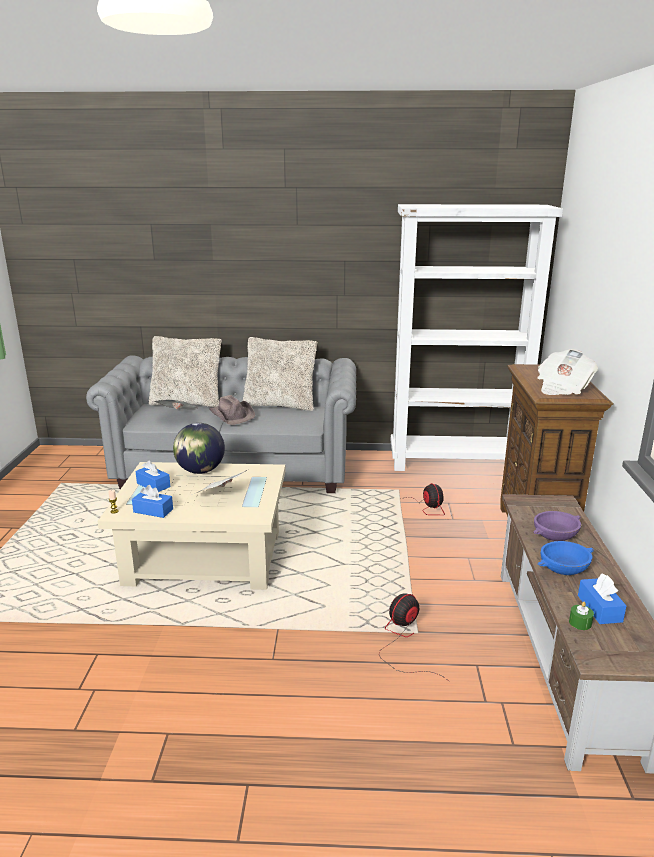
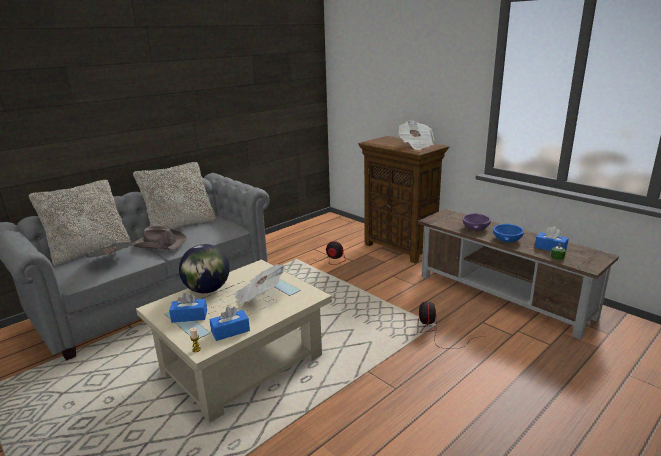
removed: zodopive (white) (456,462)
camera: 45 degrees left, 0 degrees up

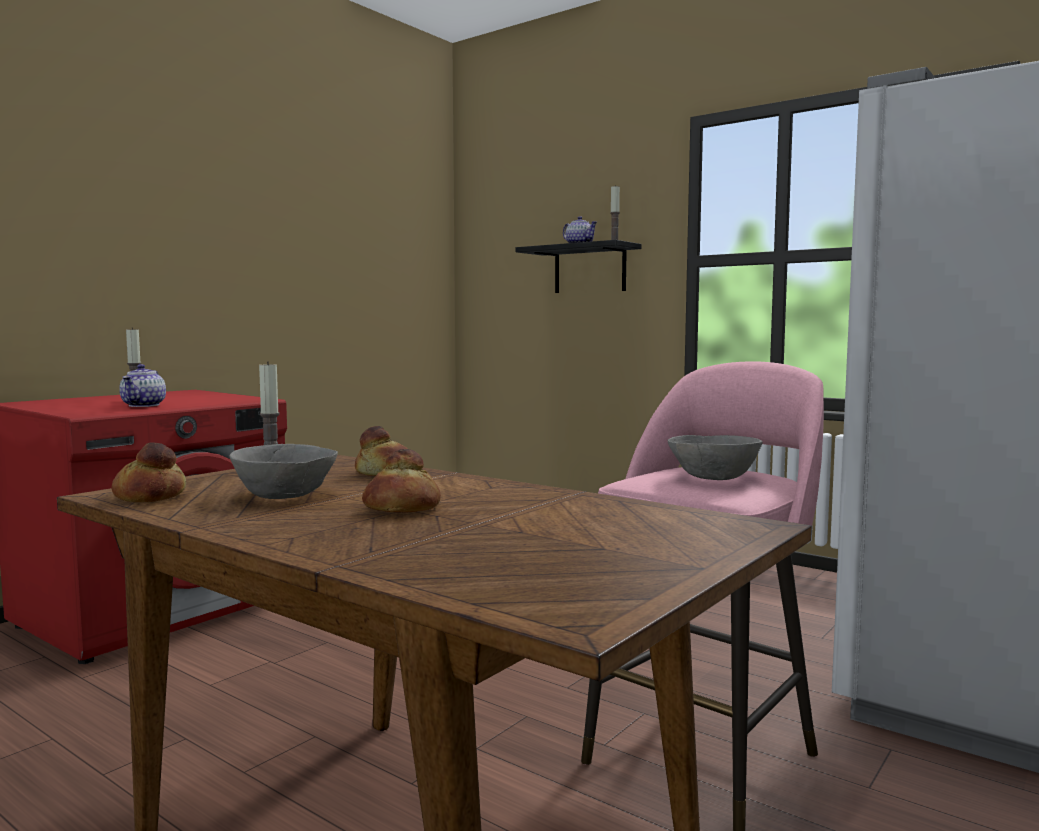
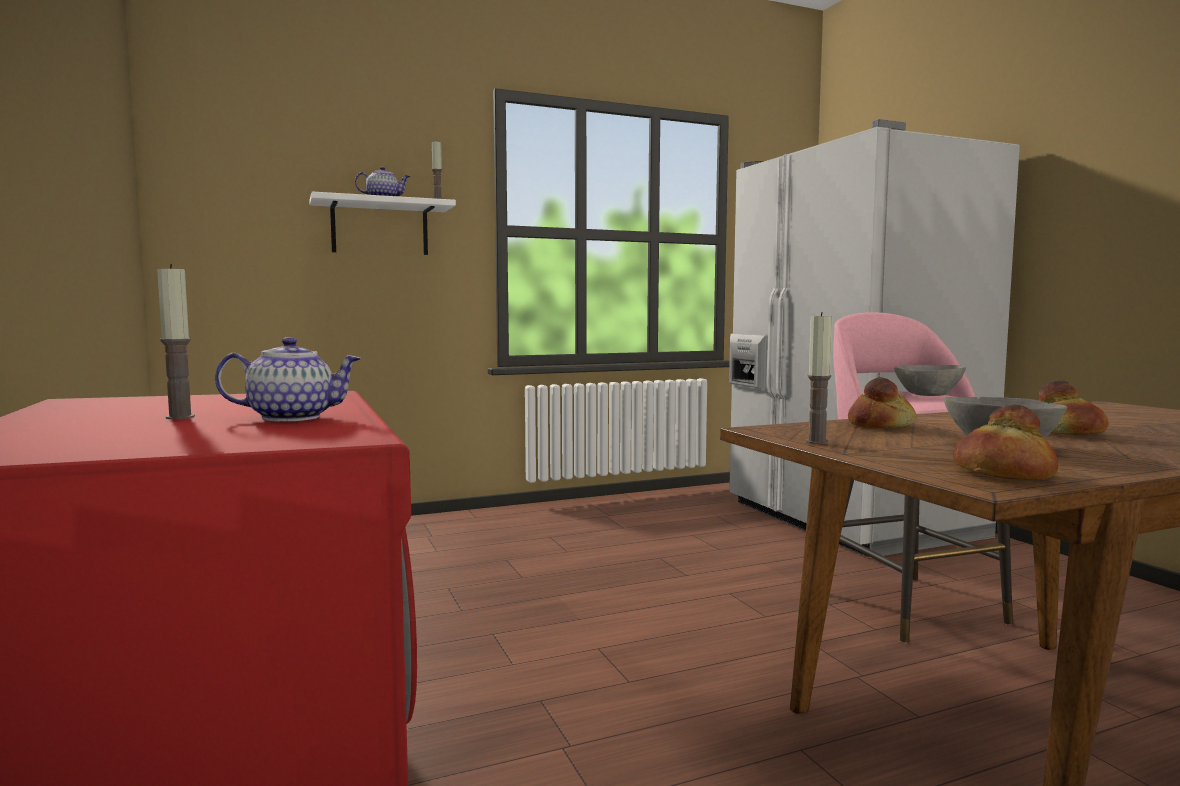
recoloured: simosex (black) (590,269) to simosex (white) (380,228)
turned: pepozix (144,405) = (293,417) 45 degrees counterclockwise
camera: 60 degrees left, 0 degrees up

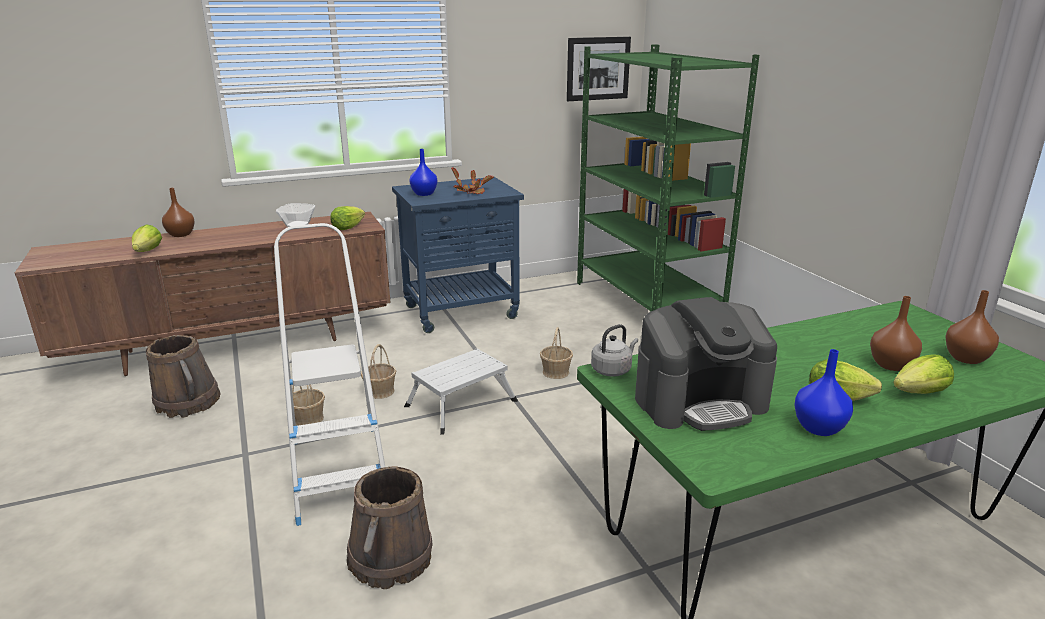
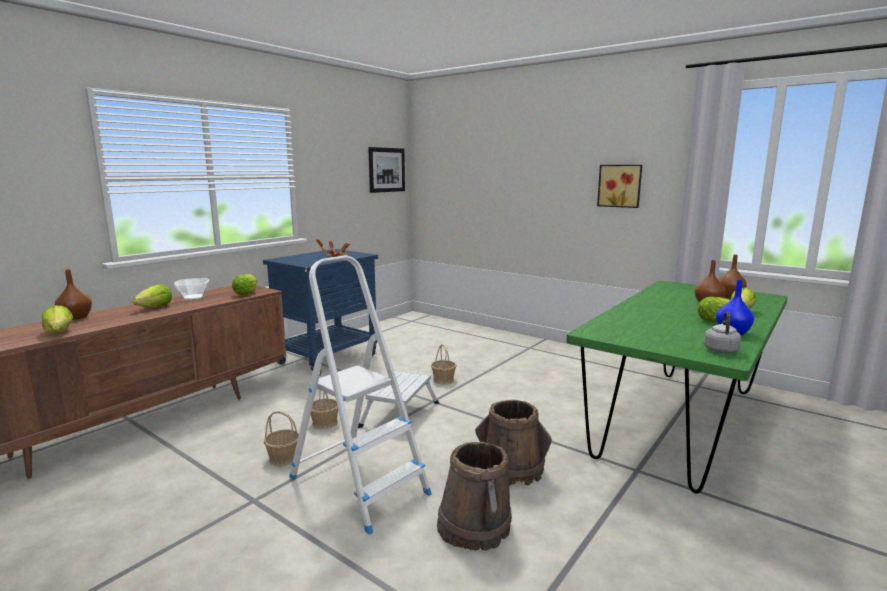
removed: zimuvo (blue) (424,194); zodopive (green) (646,303); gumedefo (700,401)
added: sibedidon (156,307); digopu (620,186)
moved: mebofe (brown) (187,402) to (512,469); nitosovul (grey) (612,370) to (720,350)
camera: 30 degrees left, 10 degrees down

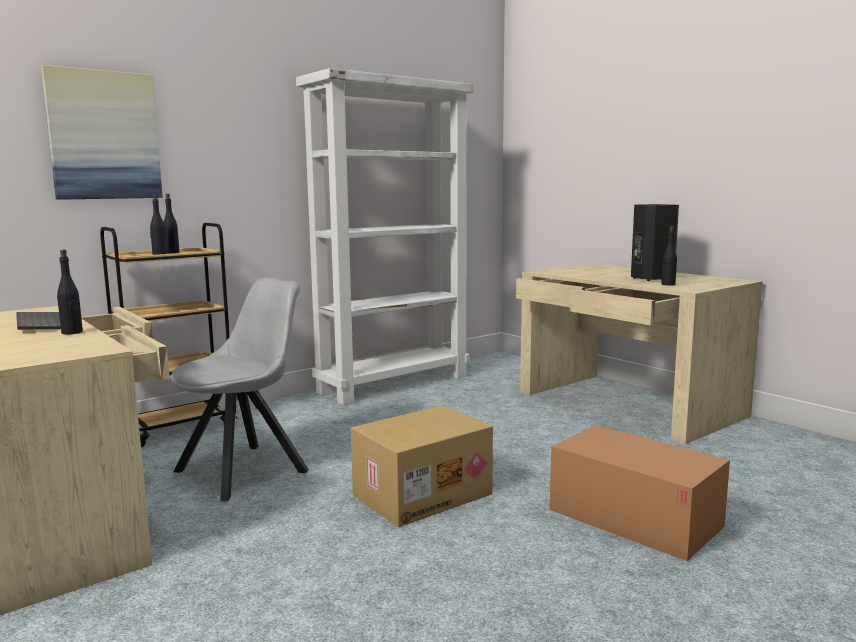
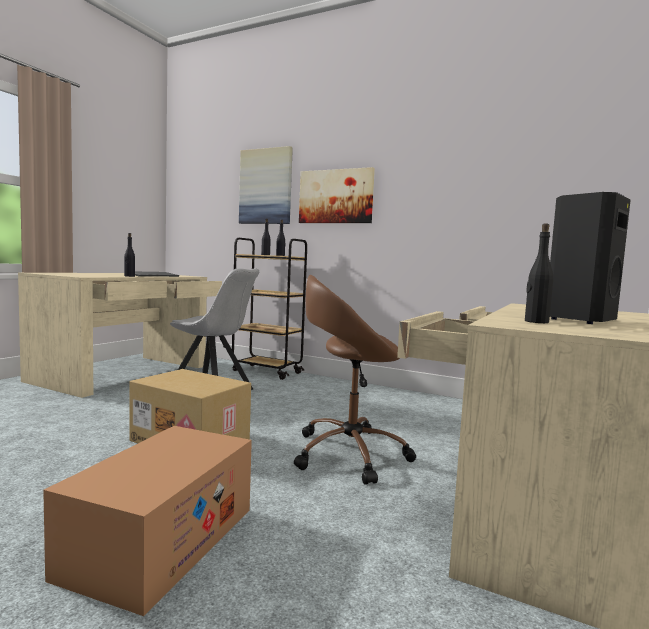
removed: zodopive (white) (394,384)
added: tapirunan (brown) (347,454); digopu (336,196)
camera: 65 degrees right, 5 degrees down

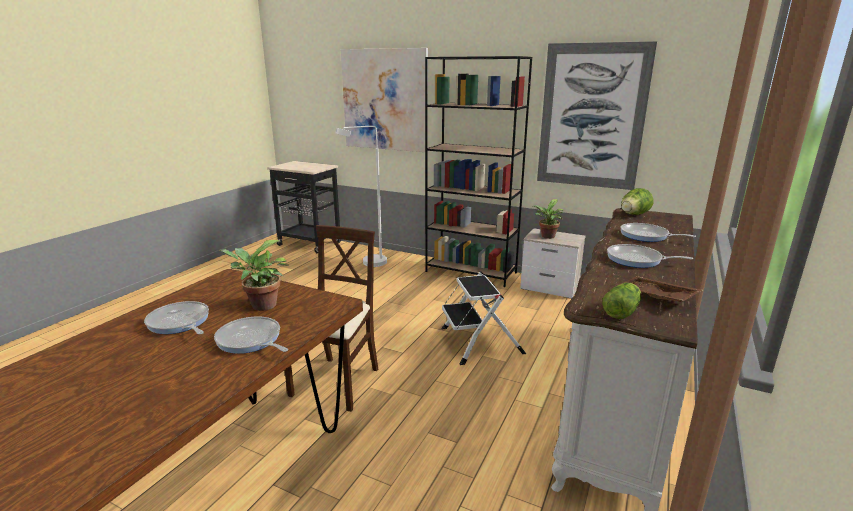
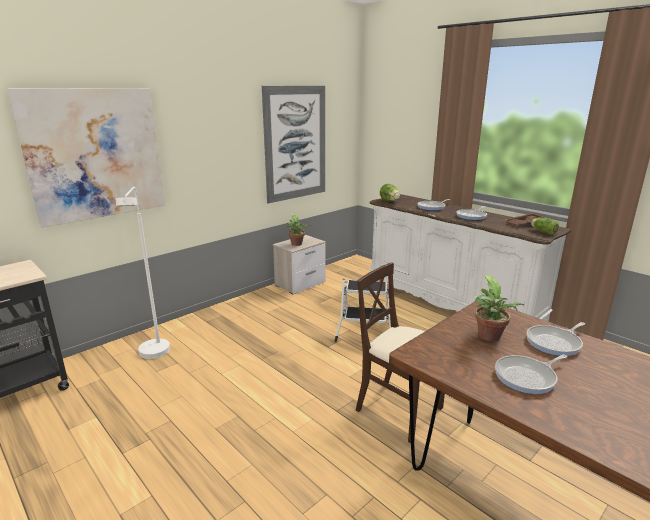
removed: zodopive (beige) (471,272)
camera: 70 degrees left, 0 degrees up

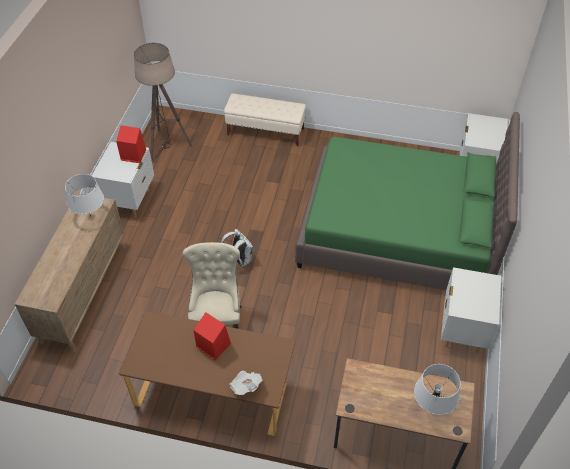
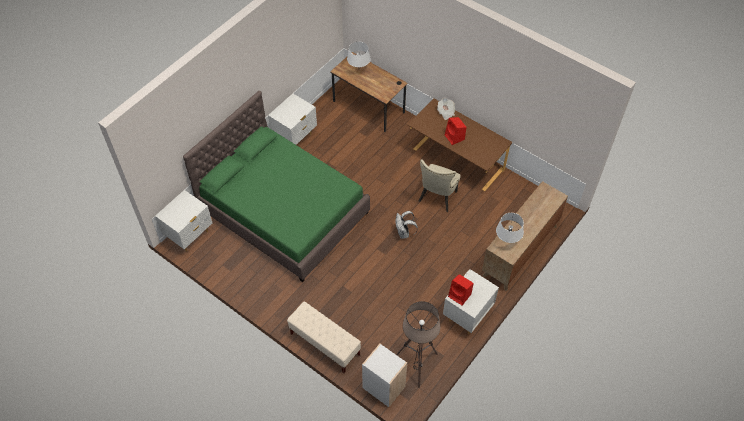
added: zodopive (white) (383,387)
camera: 155 degrees left, 5 degrees up

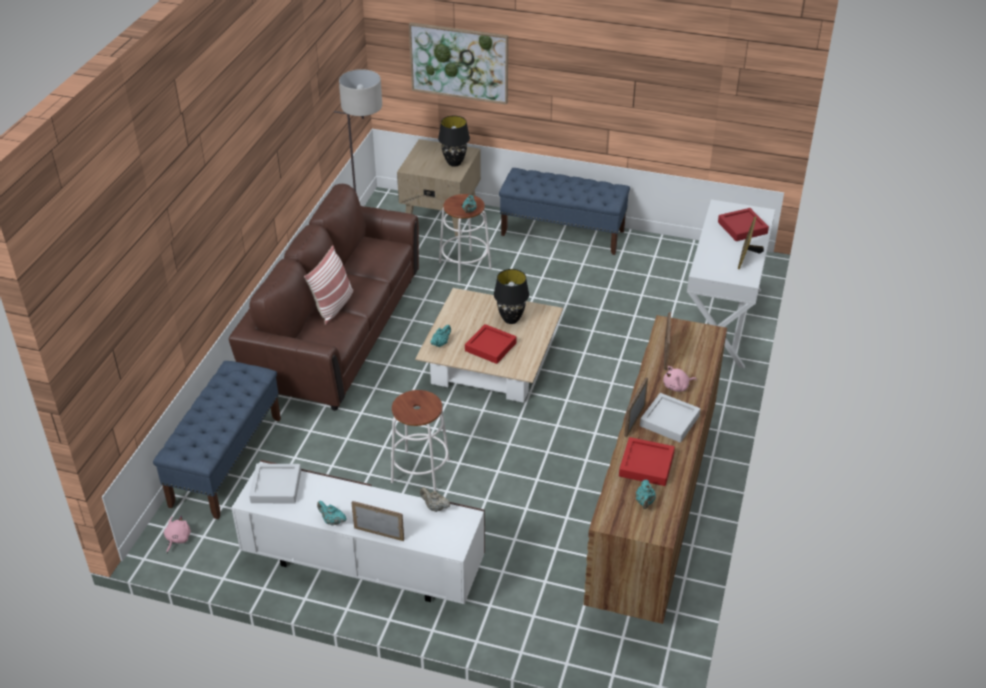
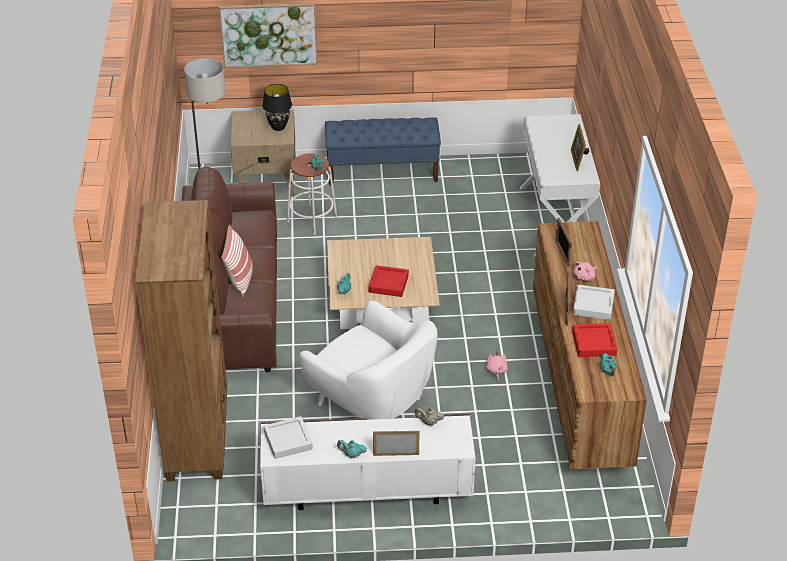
removed: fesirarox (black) (511,319); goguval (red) (742,228)
moved: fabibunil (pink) (177,539) to (496,371)
replaced: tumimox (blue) (226,461) to zodopive (brown) (198,438); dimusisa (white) (420,471) to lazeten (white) (372,403)
camera: 20 degrees left, 0 degrees up

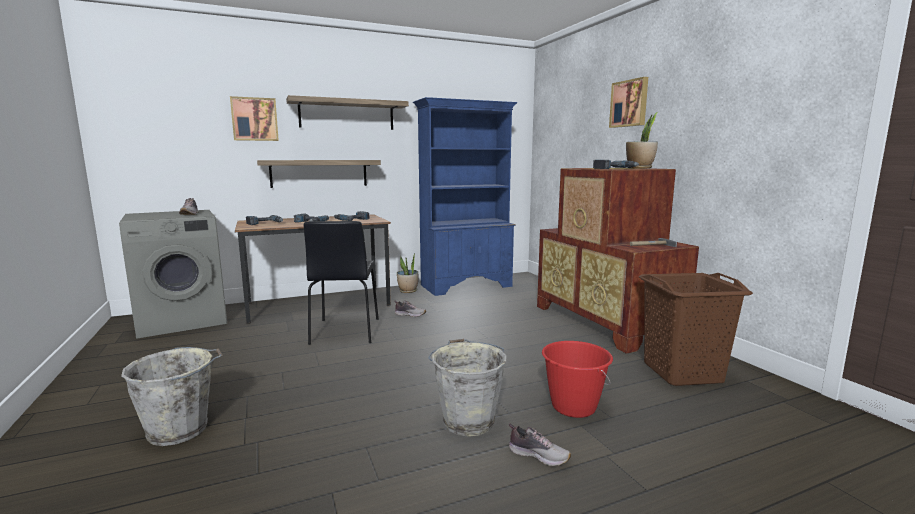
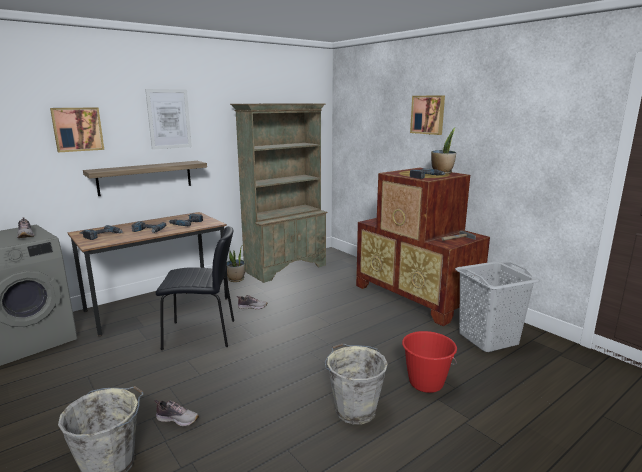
moved: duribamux (538,455) to (177,419)
replaced: simosex (347,115) to digopu (169,119)
recoloured: zodopive (blue) (466,285) to zodopive (green) (285,268); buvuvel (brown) (683,373) to buvuvel (grey) (488,339)
turned: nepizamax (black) (345,332) = (203,334) 75 degrees counterclockwise
camera: 15 degrees left, 5 degrees up

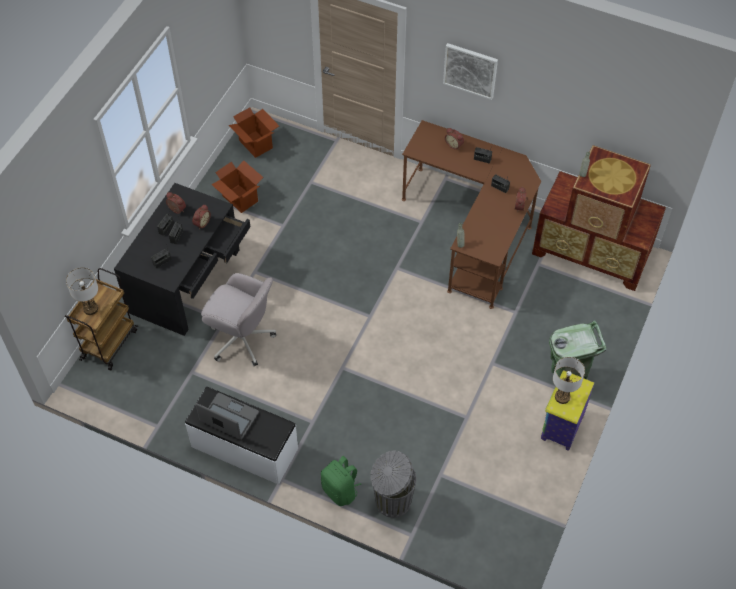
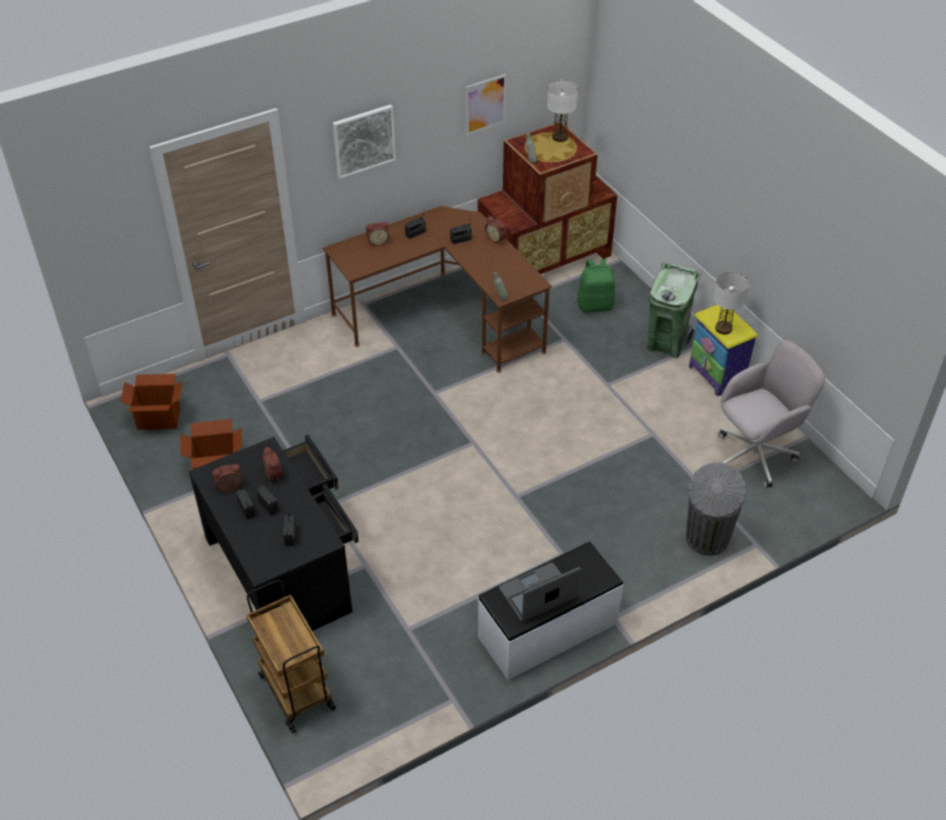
added: digopu (485,104)
moved: fesirarox (90,309) to (560,137); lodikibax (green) (340,491) to (595,305); tapirunan (grey) (242,340) to (755,456)
camera: 55 degrees left, 10 degrees down

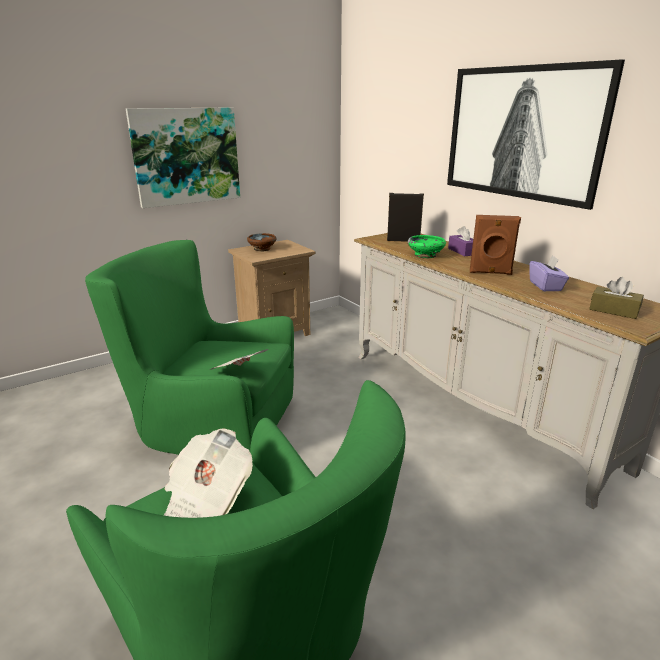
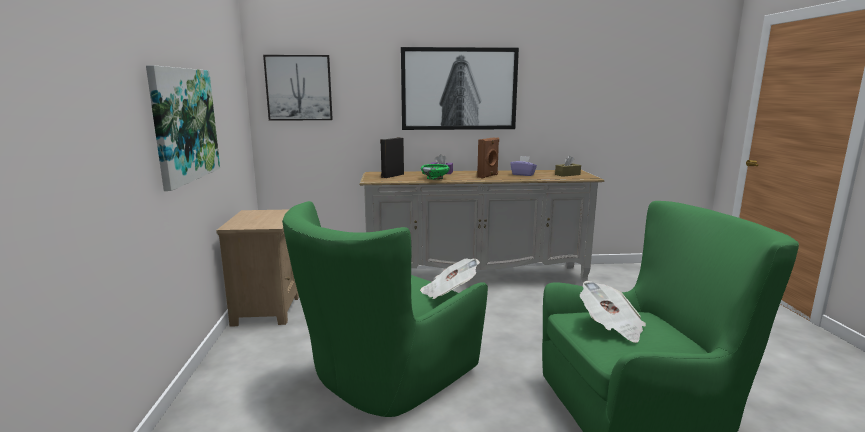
removed: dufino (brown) (262,249)
added: digopu (299,88)
camera: 60 degrees left, 10 degrees down

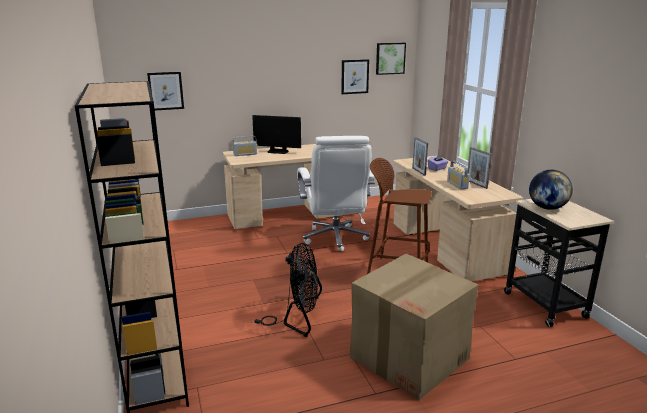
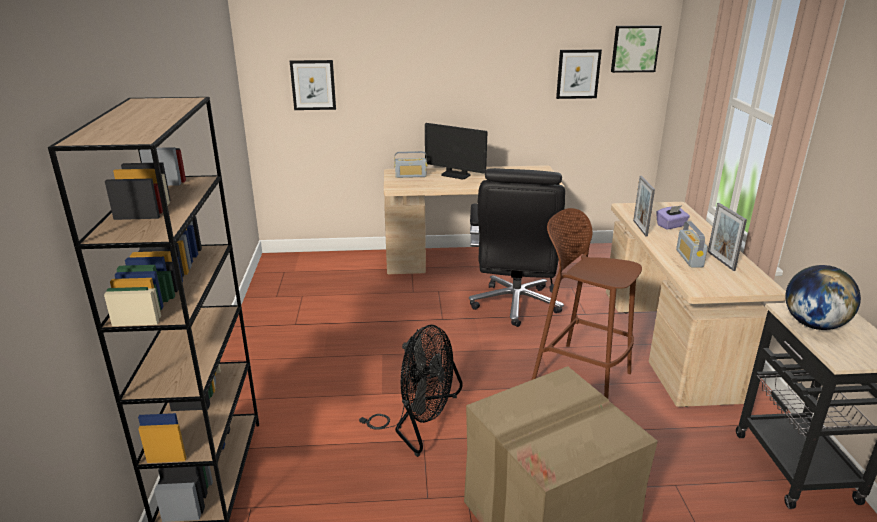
recoloured: tapirunan (white) (336,240) to tapirunan (black) (515,307)
camera: 15 degrees right, 5 degrees up

